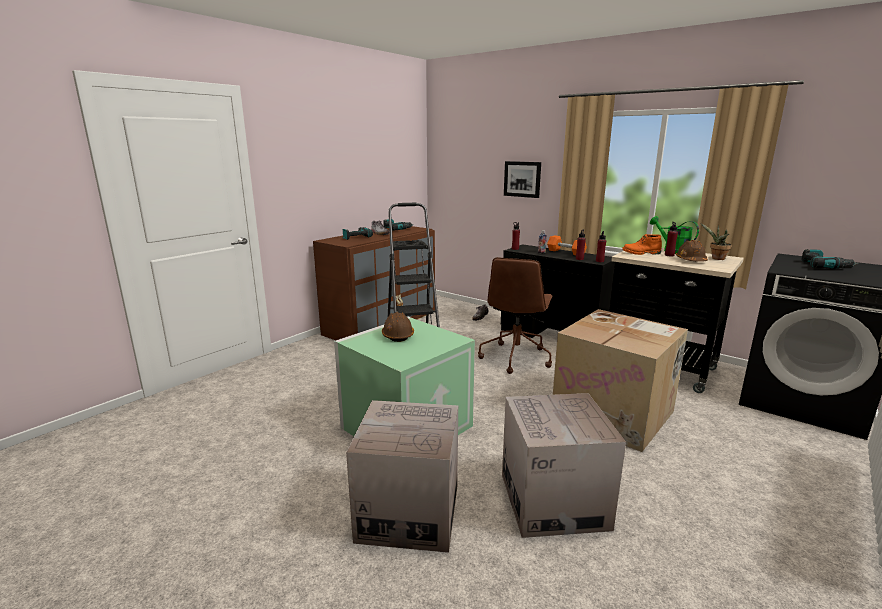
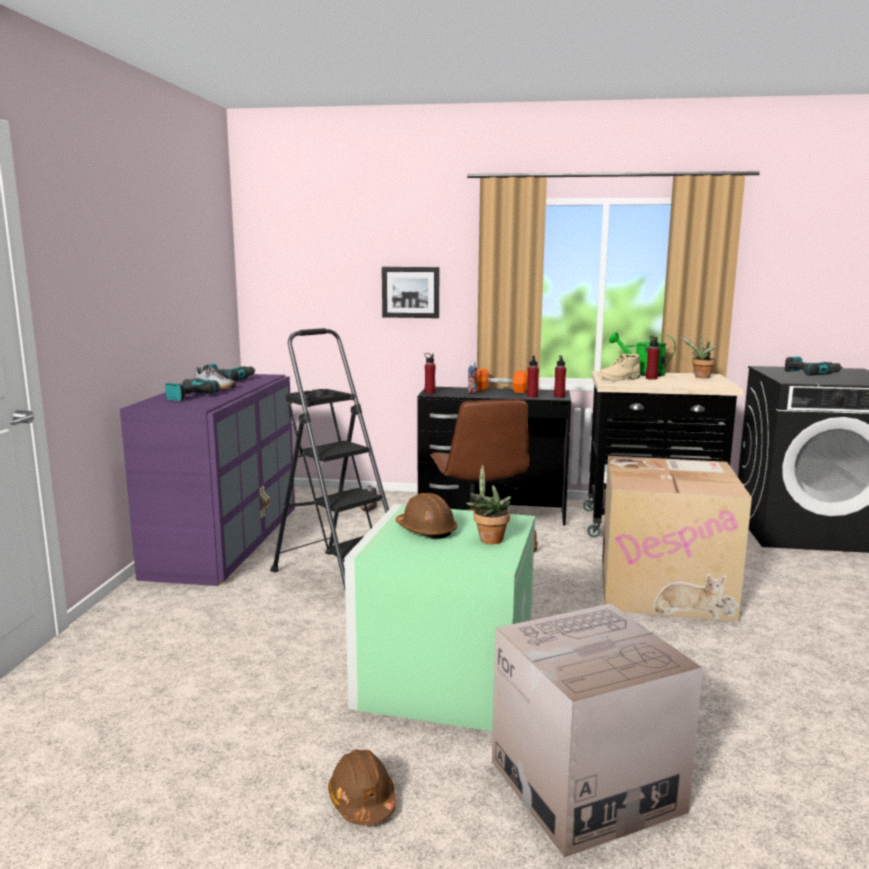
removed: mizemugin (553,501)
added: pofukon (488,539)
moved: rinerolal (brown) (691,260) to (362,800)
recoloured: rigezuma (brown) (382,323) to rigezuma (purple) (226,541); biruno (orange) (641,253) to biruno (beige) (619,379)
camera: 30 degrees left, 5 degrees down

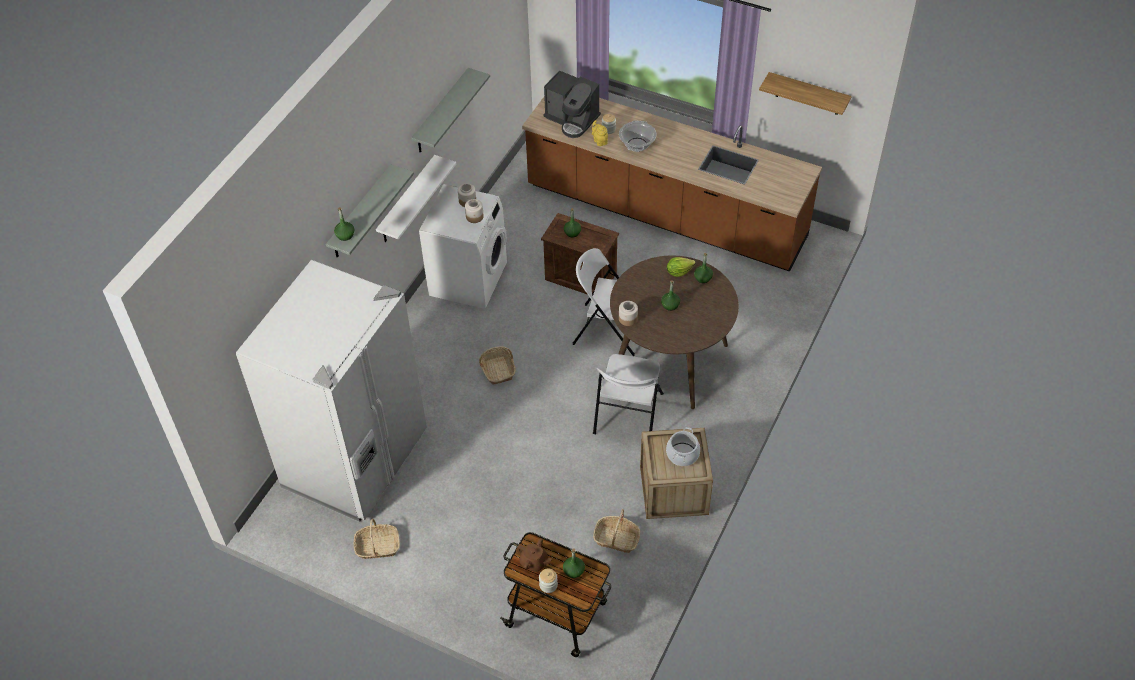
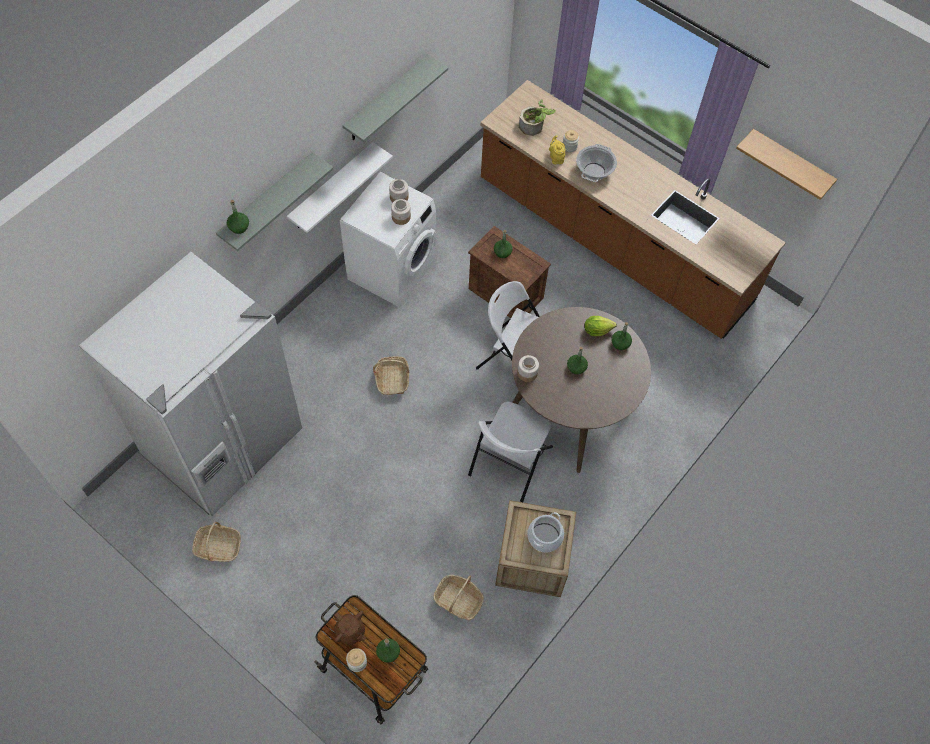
replaced: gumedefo (572,119) to pofukon (534,126)
camera: 10 degrees right, 10 degrees up

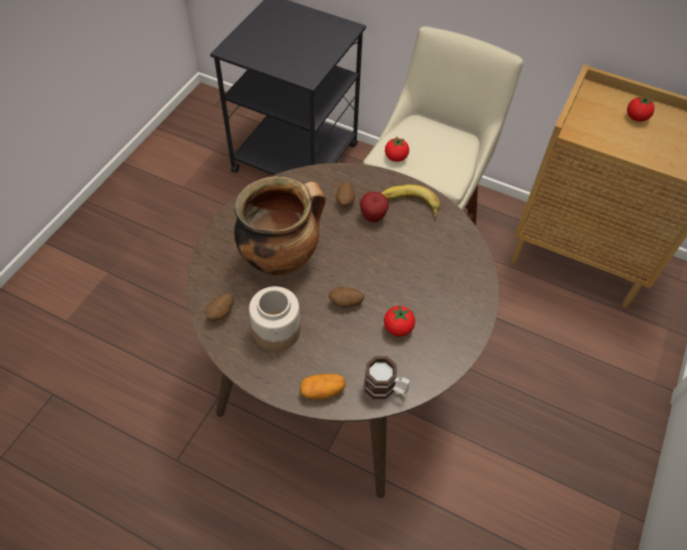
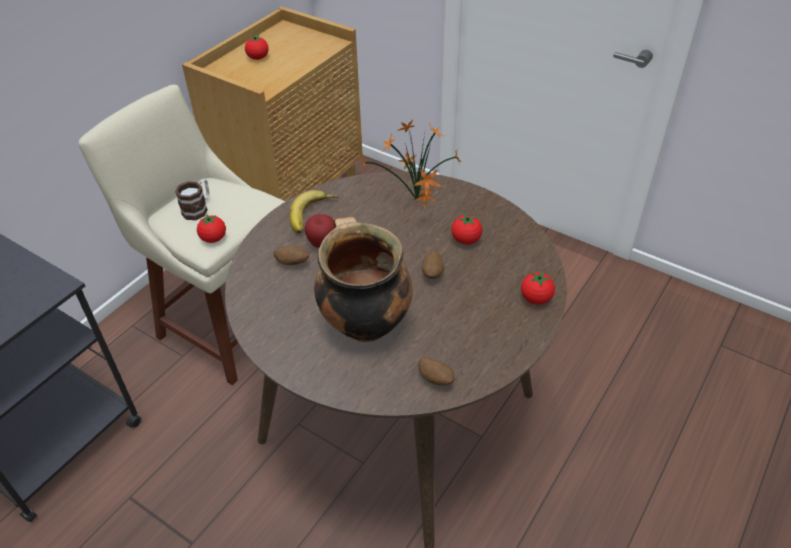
removed: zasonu (277,330)
added: pofukon (416,202)
moved: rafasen (385,388) to (198,208)
replaced: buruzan (322,391) to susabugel (536,298)
camera: 80 degrees left, 10 degrees down

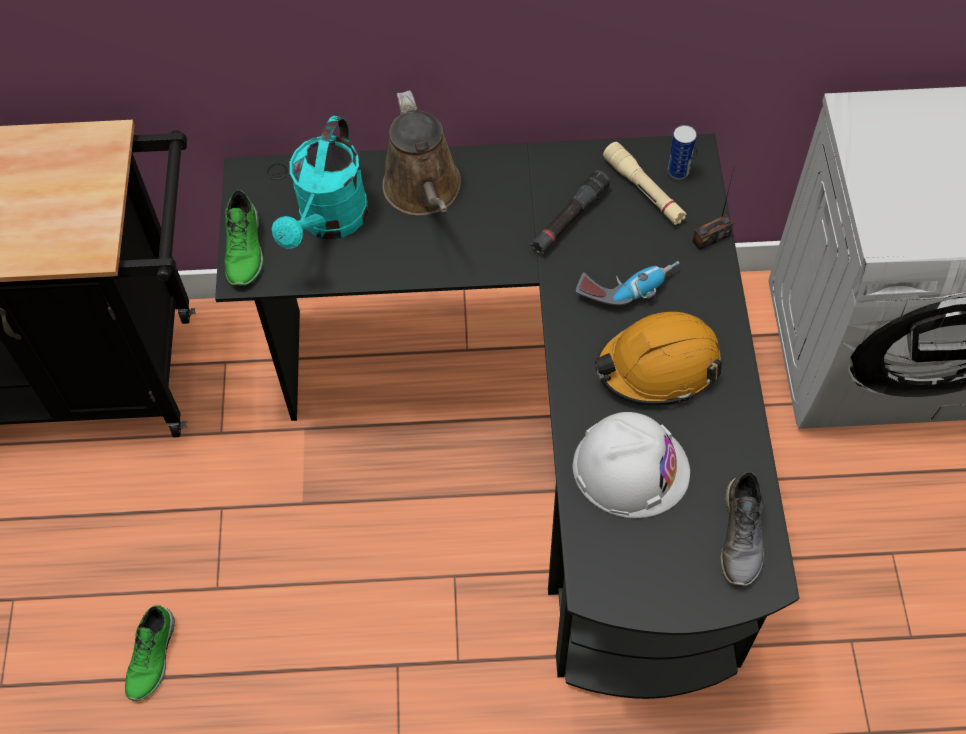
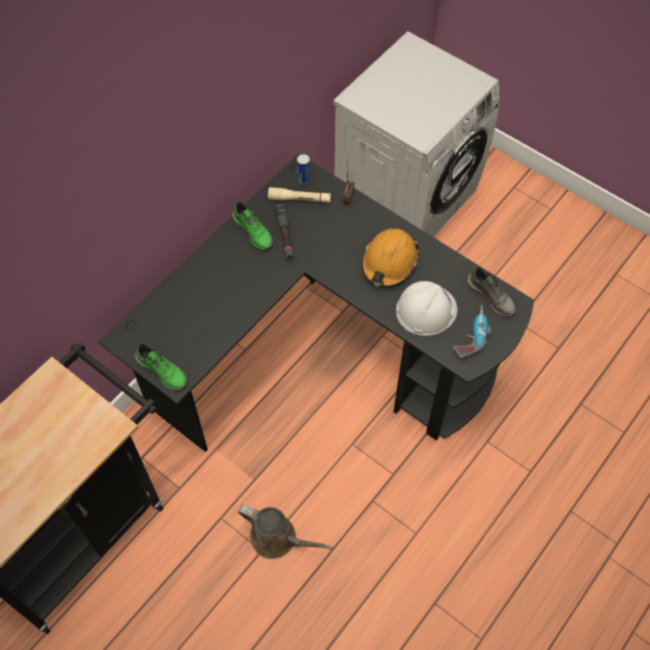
removed: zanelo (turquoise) (329,222)
moved: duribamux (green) (153,657) to (253,231); zanelo (brown) (424,191) to (278,538); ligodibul (627,286) to (471,335)
camera: 50 degrees left, 0 degrees up

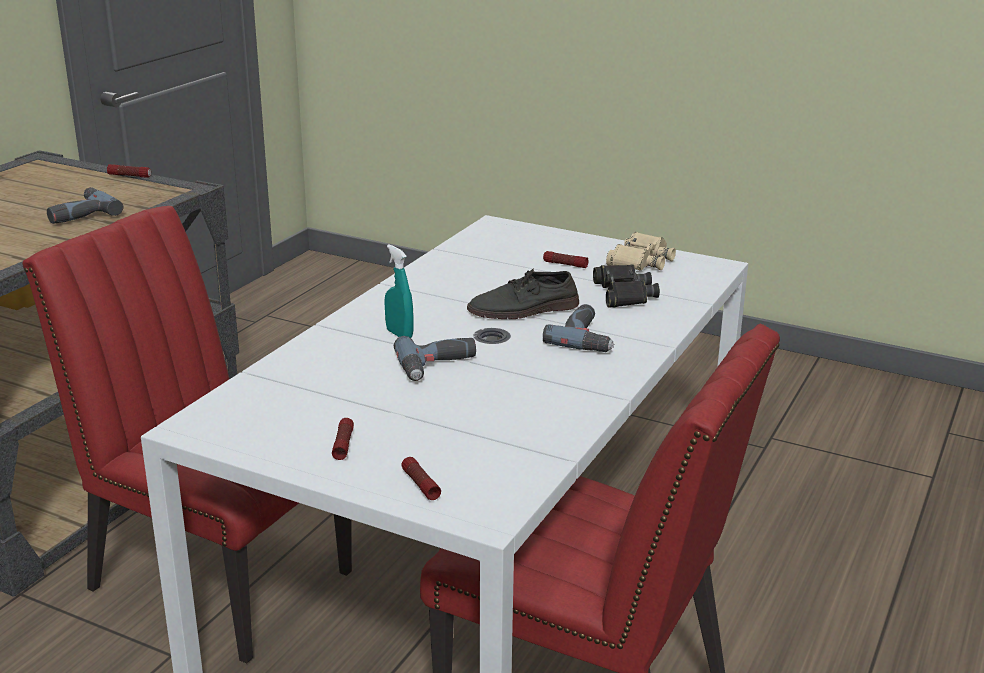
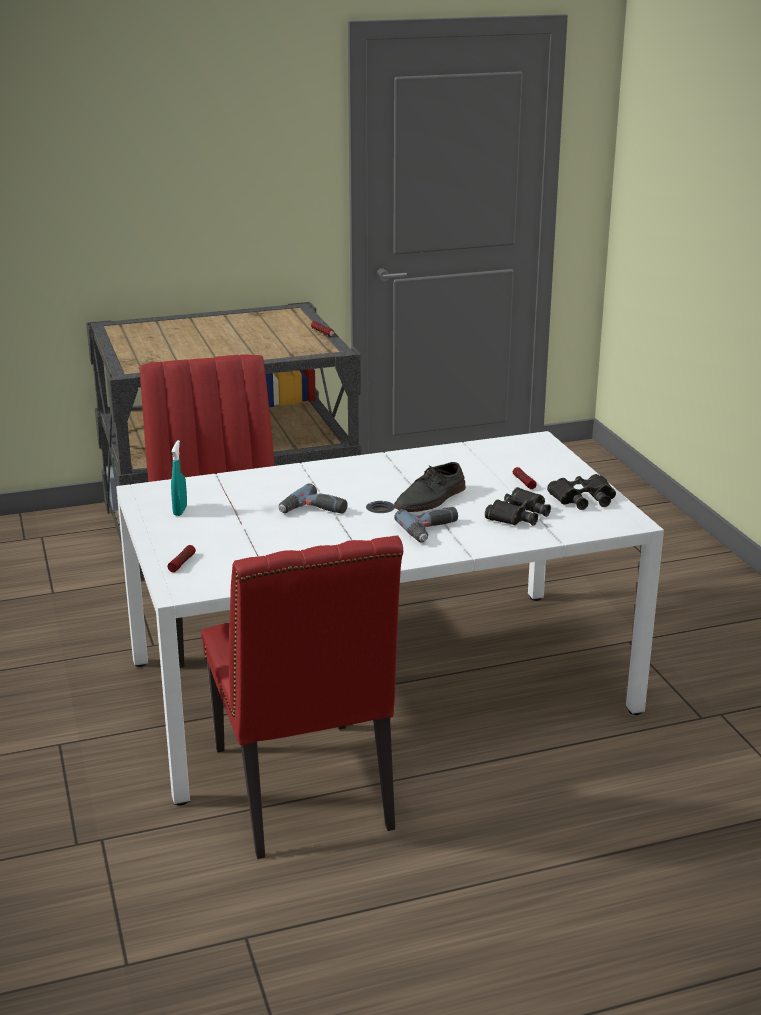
removed: ligodibul (79,213); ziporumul (343,445)
moved: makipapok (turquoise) (399,334) to (180,510)
recoloured: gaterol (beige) (640,261) to gaterol (black) (583,499)
turned: duribamux (grey) (524,309) = (431,499) 75 degrees counterclockwise
camera: 45 degrees right, 0 degrees up

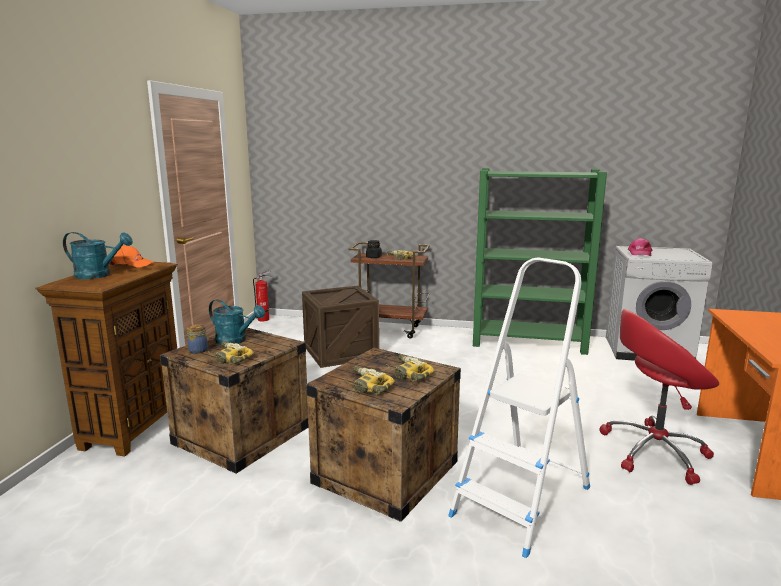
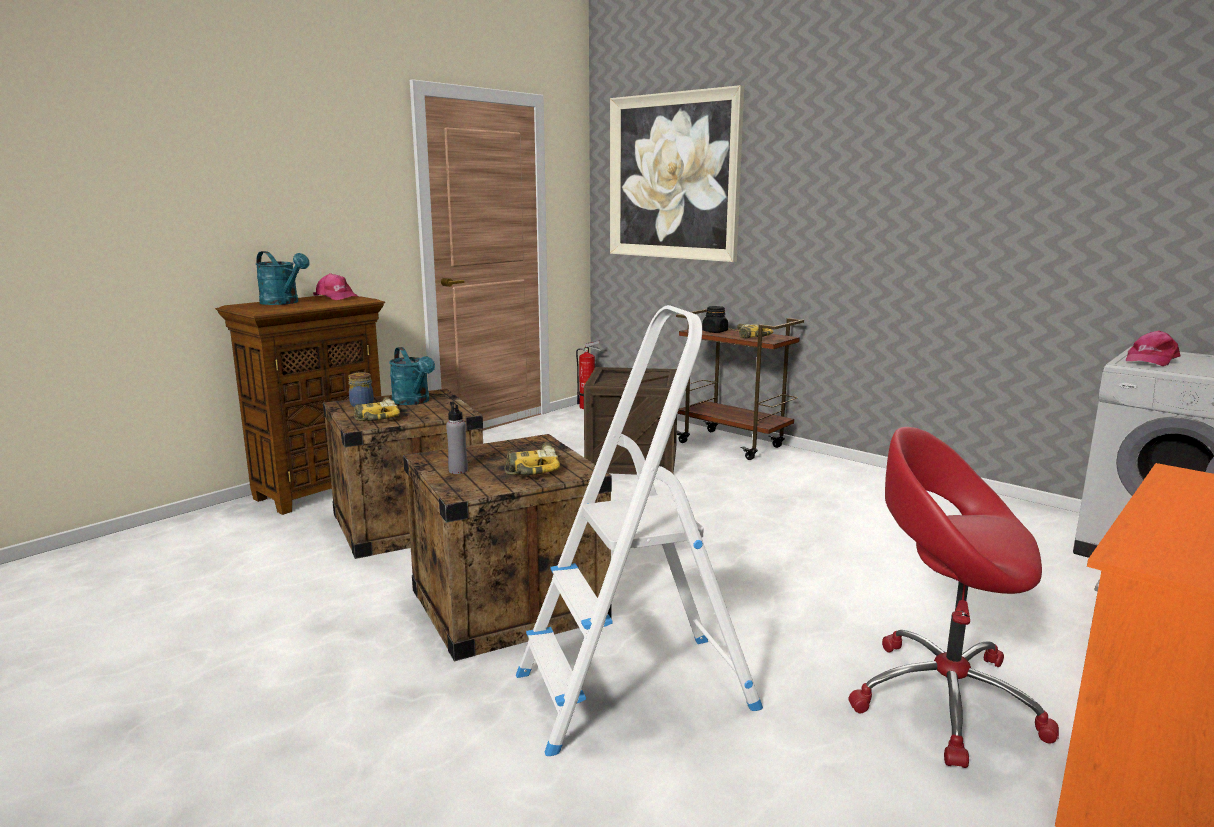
removed: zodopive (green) (528,341)
added: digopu (673,177)
replaced: ligodibul (365,386) to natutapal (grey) (458,470)
recoloured: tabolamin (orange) (131,264) to tabolamin (pink) (337,297)
camera: 30 degrees right, 0 degrees up

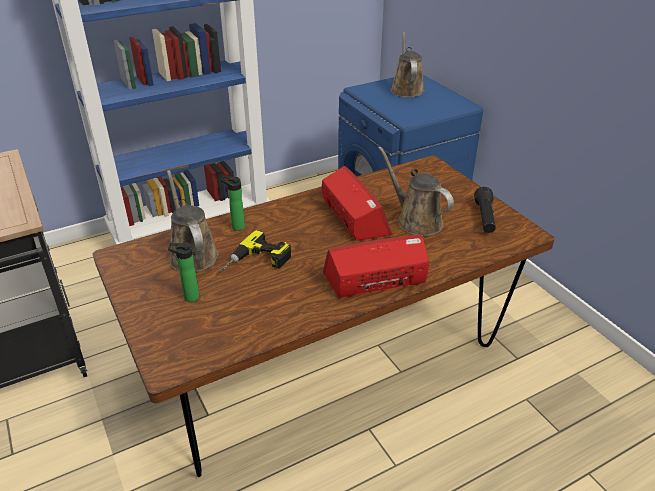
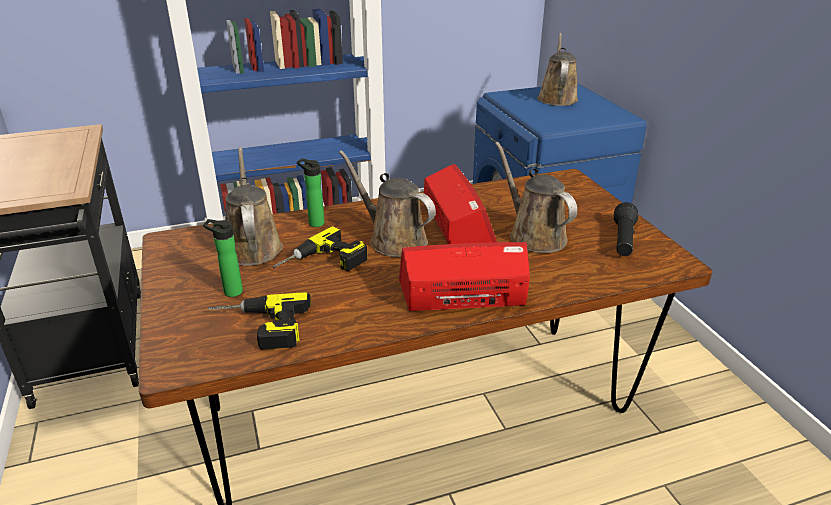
added: ligodibul (258,327); zanelo (brown) (393,240)
camera: 10 degrees right, 5 degrees down

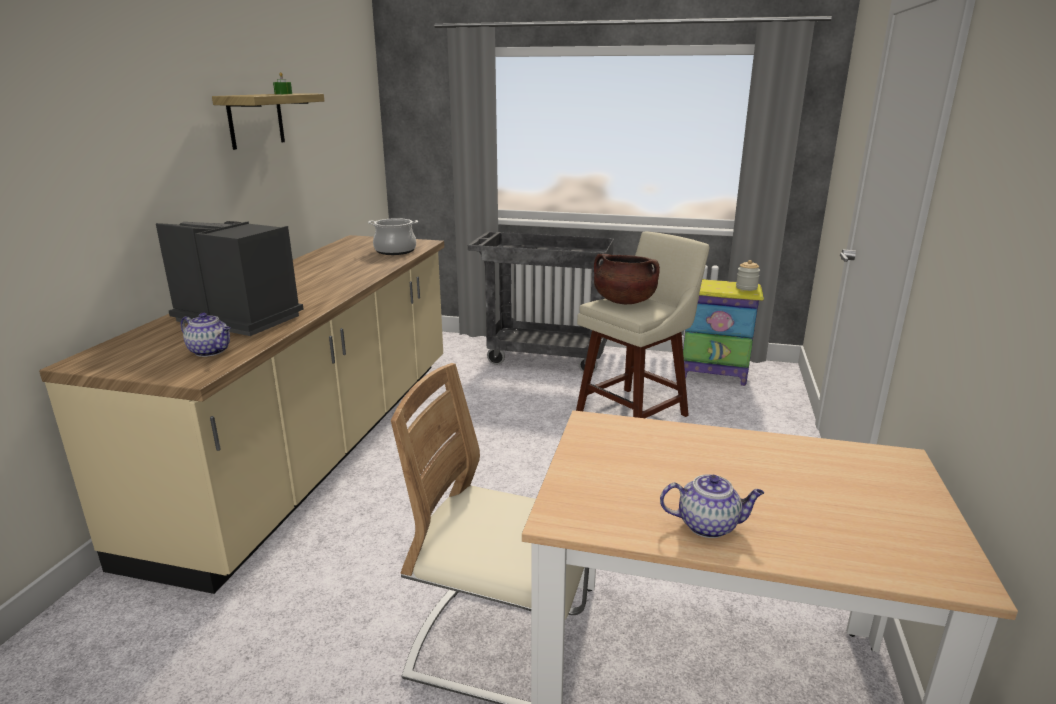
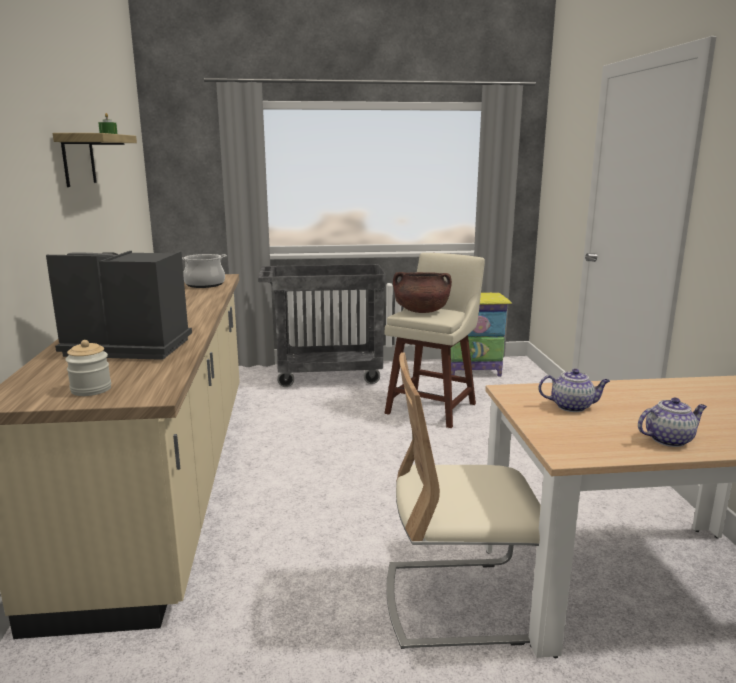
moved: zasonu (746,288) to (91,389); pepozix (211,351) to (572,406)
camera: 20 degrees left, 5 degrees down

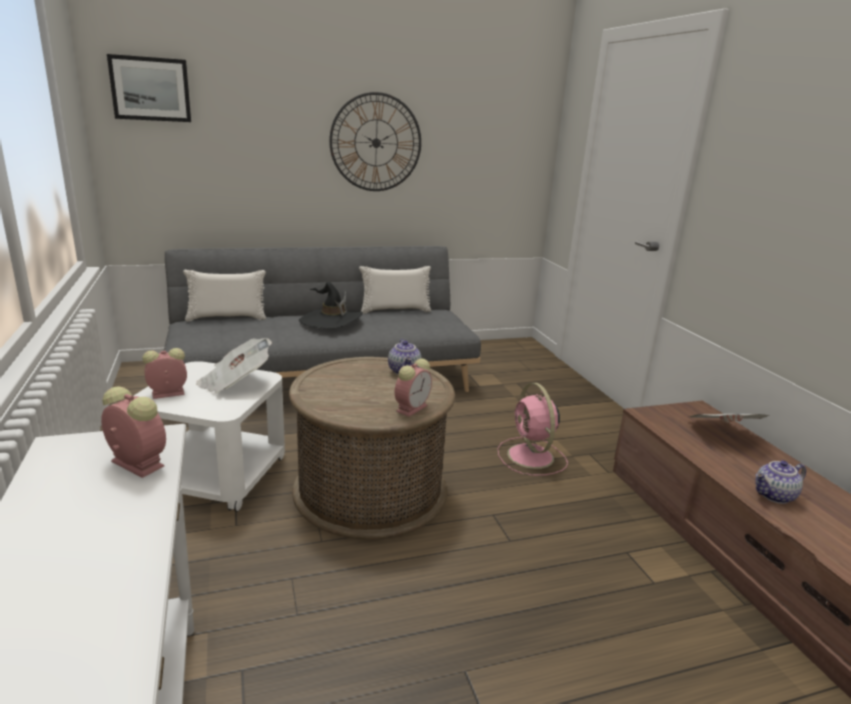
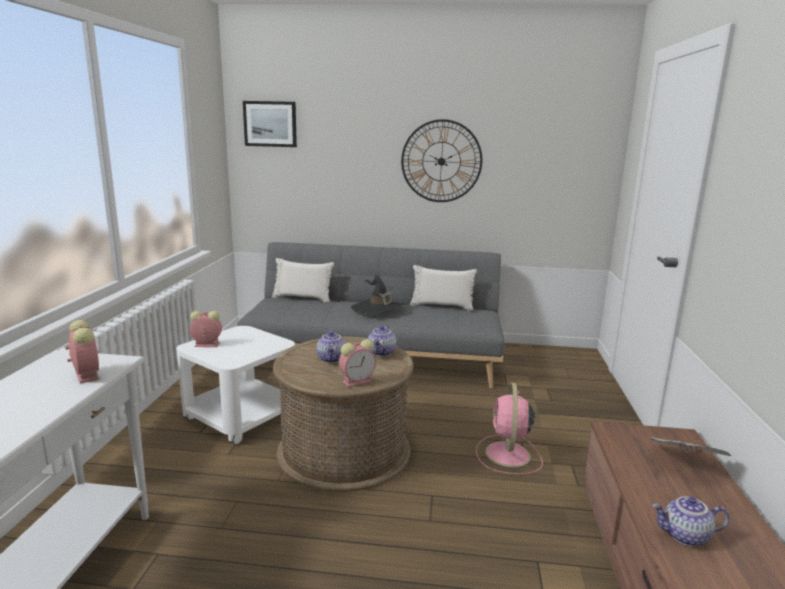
removed: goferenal (235,383)
added: pepozix (332,359)
camera: 25 degrees right, 5 degrees down

